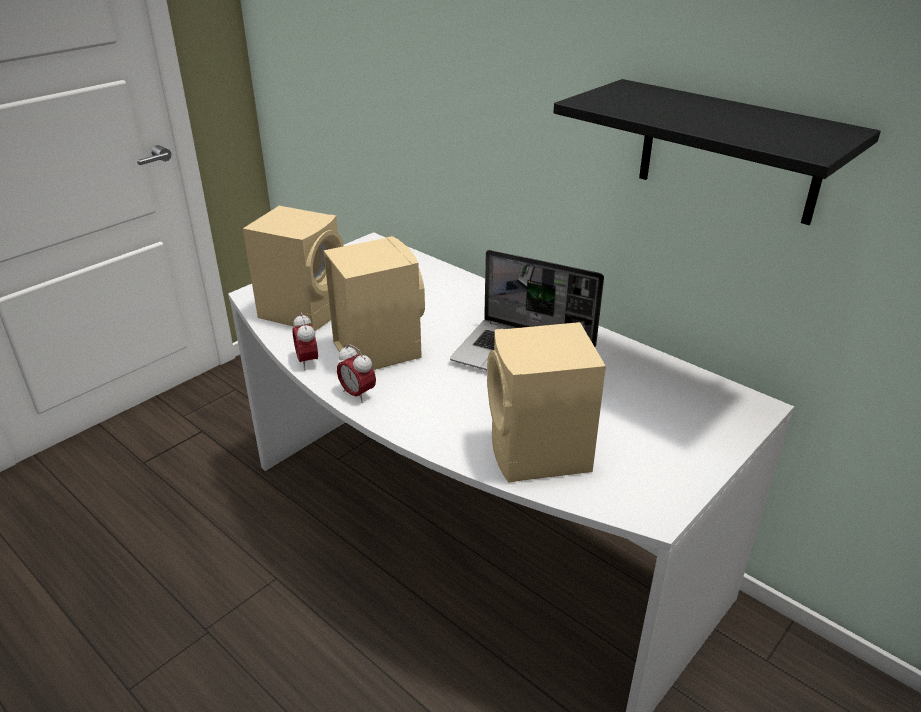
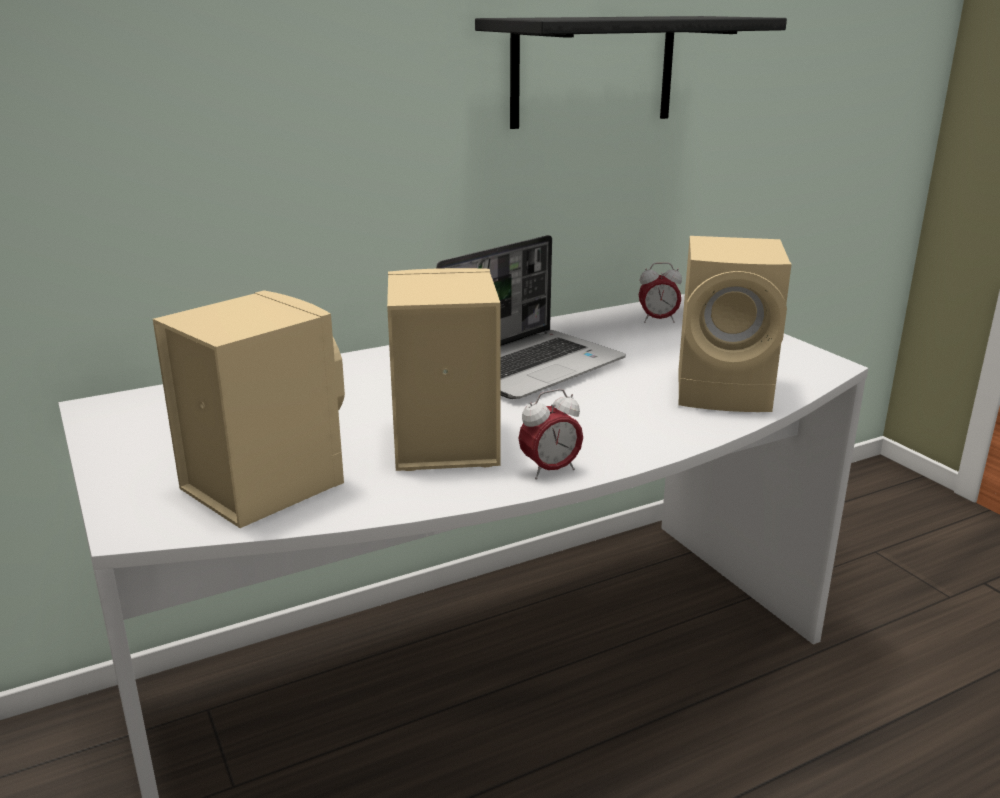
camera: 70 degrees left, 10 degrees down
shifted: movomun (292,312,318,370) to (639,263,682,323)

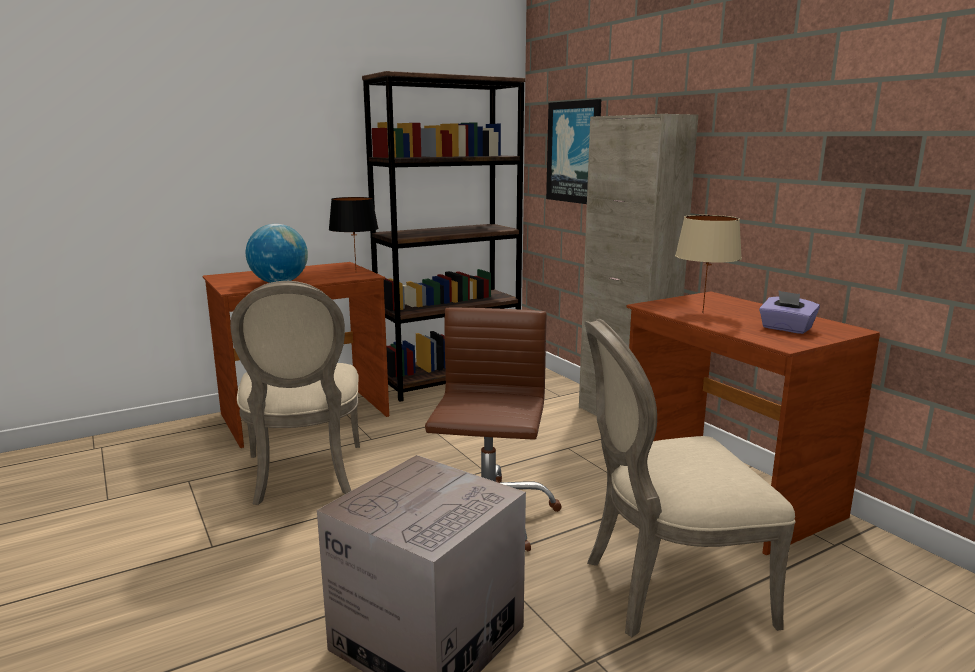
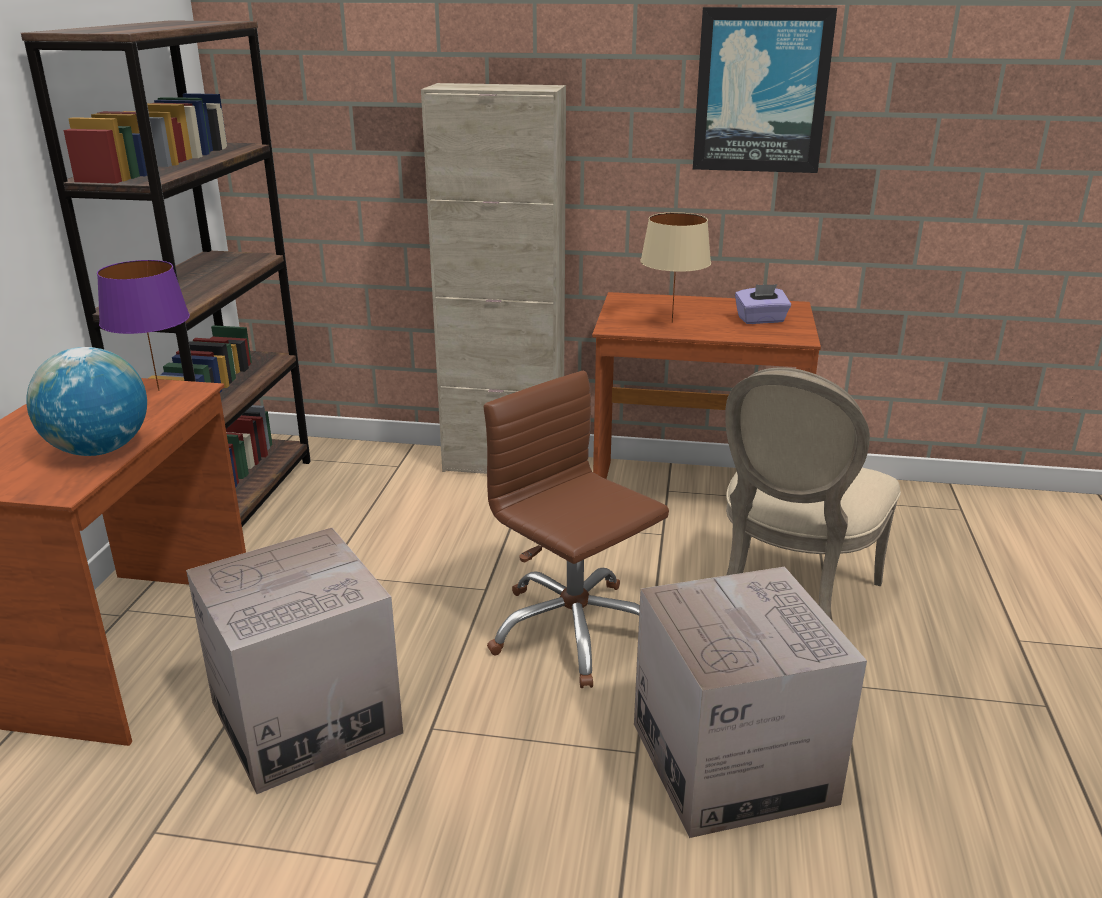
camera: 50 degrees left, 10 degrees up
shifted: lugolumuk (546,99,601,204) to (693,7,837,173)
swapped: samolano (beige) (230,281,360,505) to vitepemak (186,528,403,794)
repainted: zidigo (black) (329,197,378,268) to zidigo (purple) (97,260,190,391)

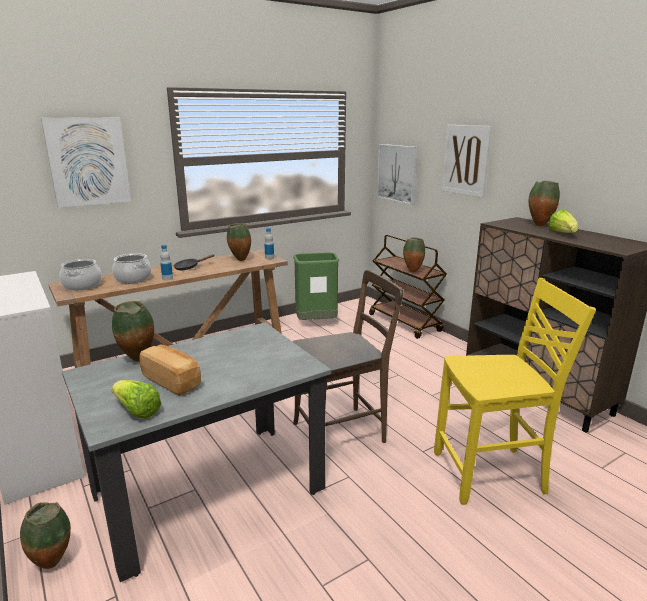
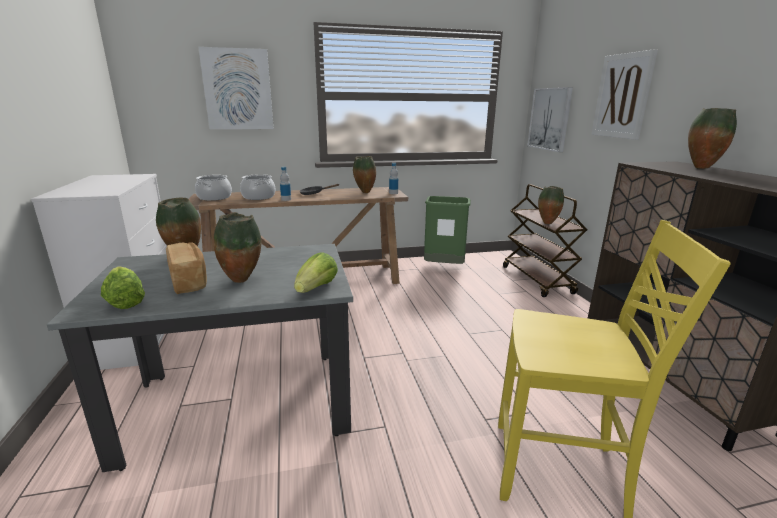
camera: 20 degrees right, 0 degrees up
gone: samolano (brown) (292,270,403,443)
shifted: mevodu (20,502,71,569) to (213,212,262,283); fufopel (548,210,578,233) to (294,252,338,293)

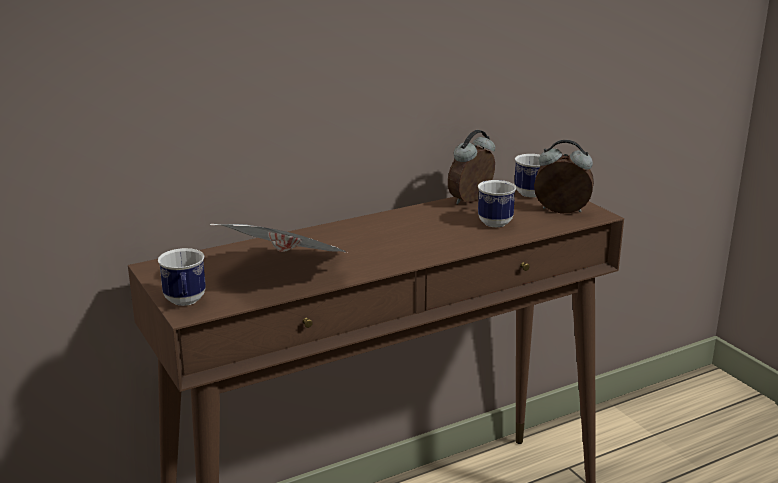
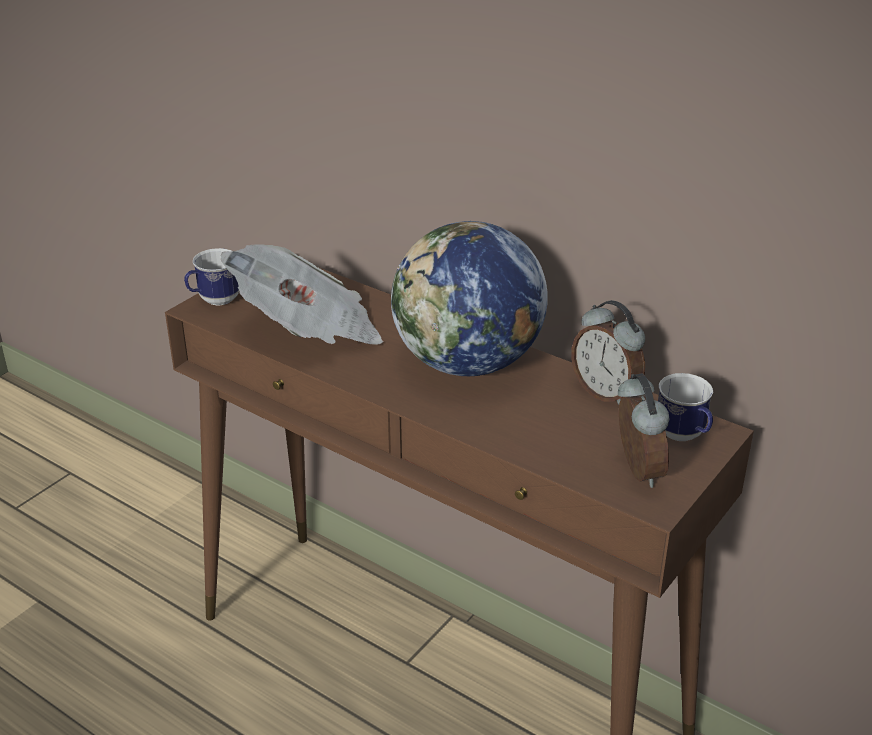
camera: 65 degrees right, 10 degrees up
gone: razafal (478,180,516,227)
new: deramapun (391,221,548,376)
rotated: movomun (448,130,495,204) = (571,300,645,404) 150 degrees counterclockwise

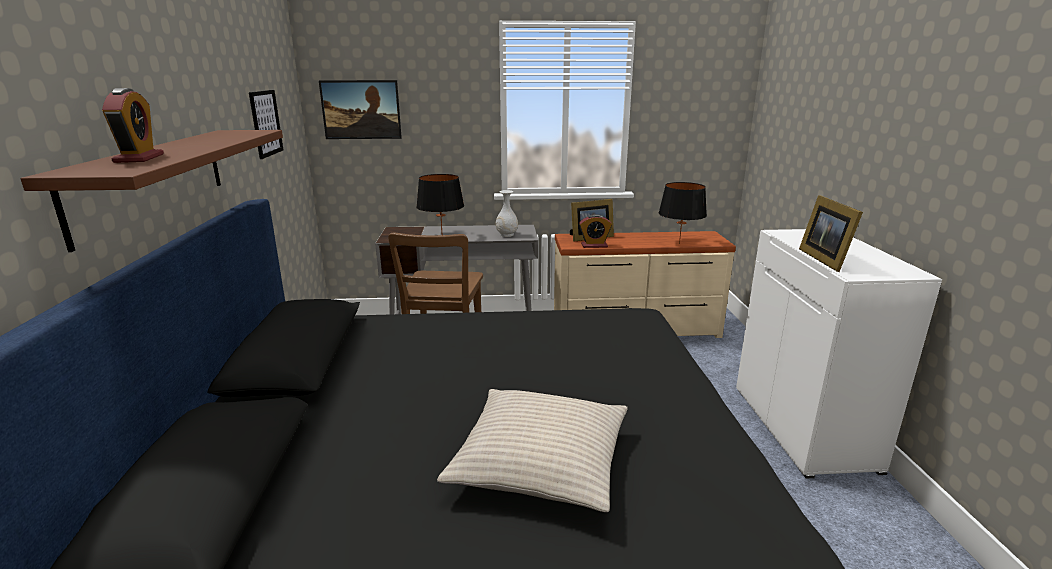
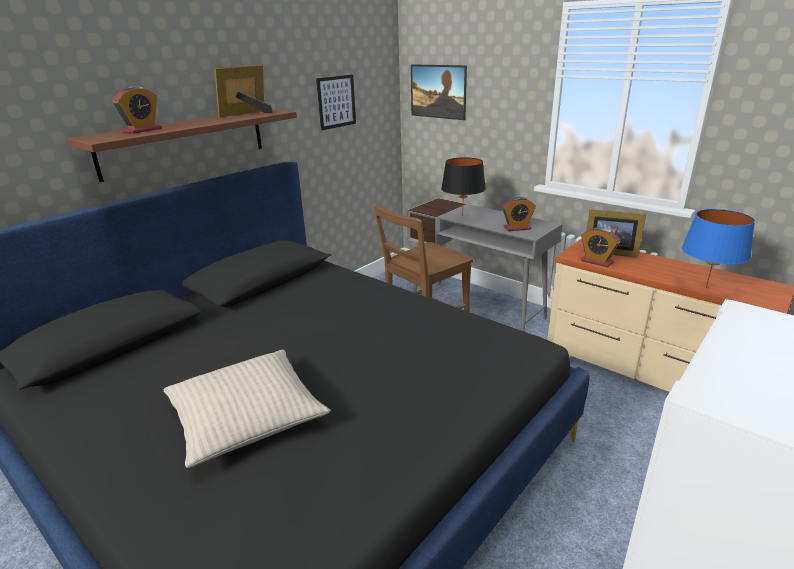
camera: 45 degrees right, 5 degrees up
shifted: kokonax (799,195,863,272) to (215,65,273,118)
swapped: mevodu (white) (496,190,518,237) to movomun (502,197,536,231)
repainted: zidigo (black) (659,182,707,244) to zidigo (blue) (682,209,755,288)

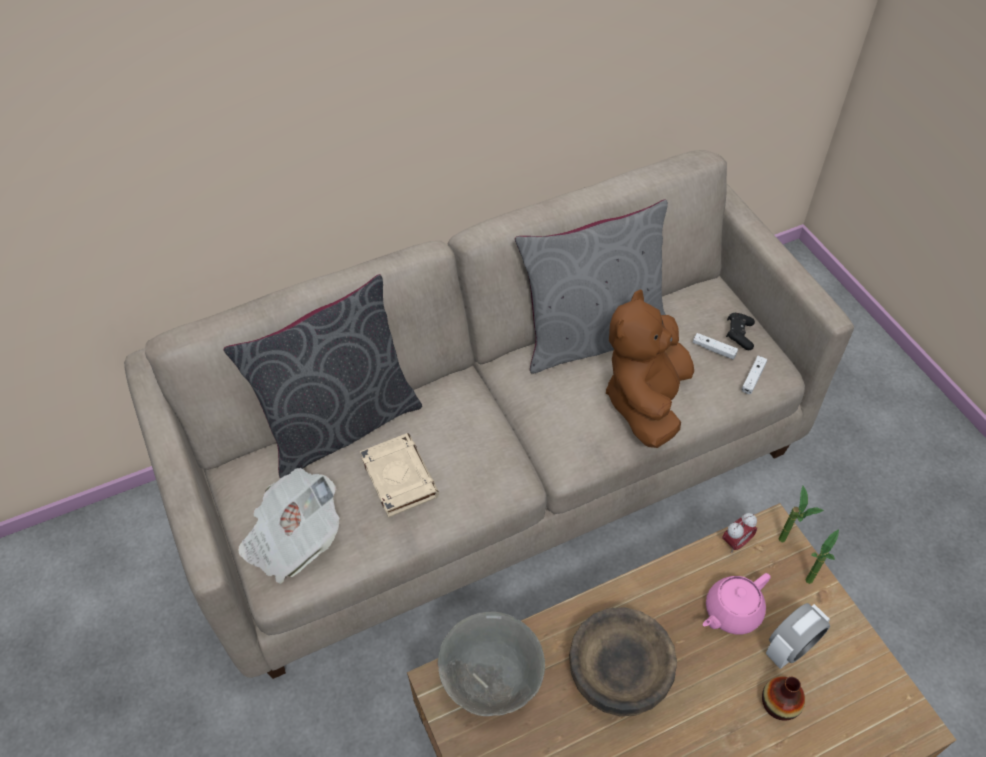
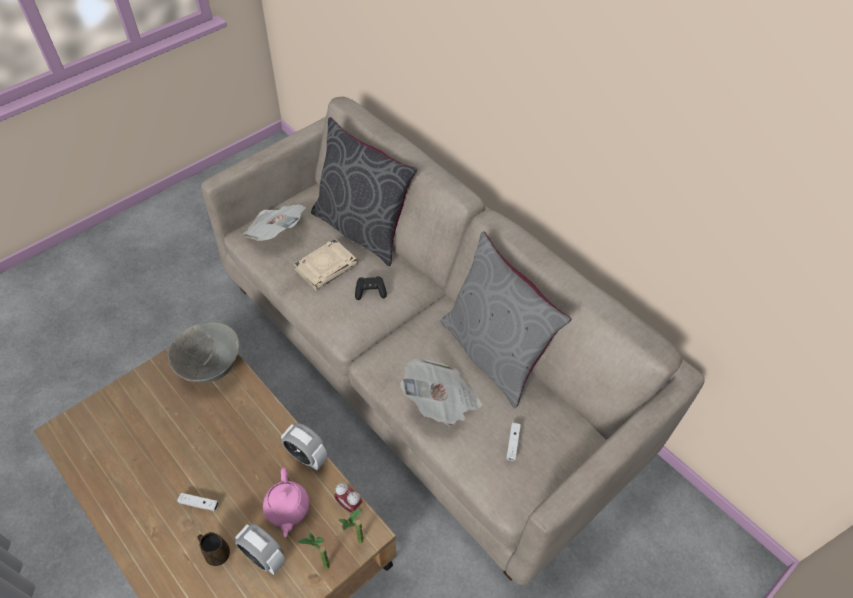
camera: 70 degrees right, 0 degrees up
gone: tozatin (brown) (569,607,677,716)
new: movomun (281,423,327,471)
shifted: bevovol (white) (742,356,767,394) to (177,493,218,511); bevovol (black) (726,313,755,350) to (355,276,387,300)
swapped: mevodu (762,677,805,721) to razafal (brown) (197,532,230,566); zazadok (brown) (606,289,694,448) to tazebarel (399,358,482,426)
rotated: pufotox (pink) (703,573,771,635) = (263,468,309,537) 135 degrees counterclockwise

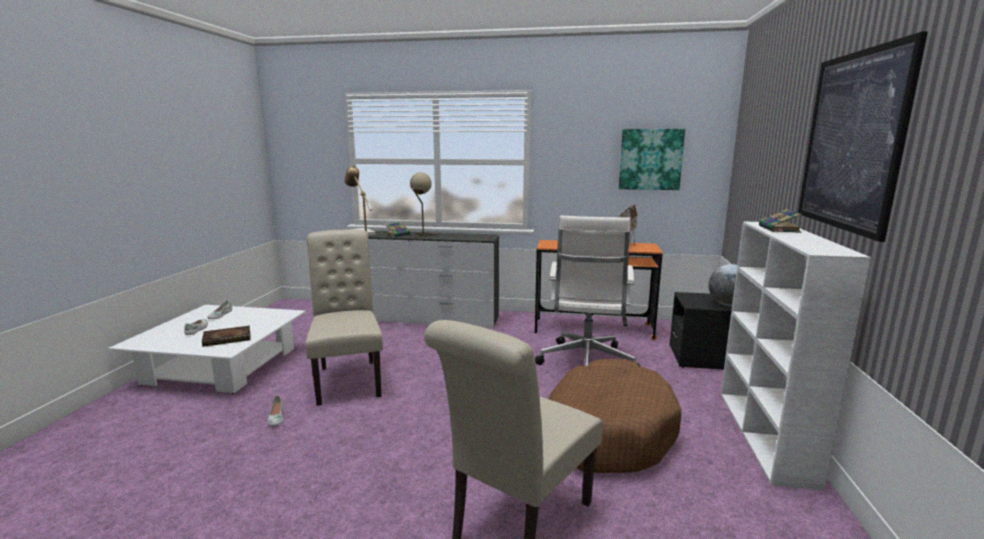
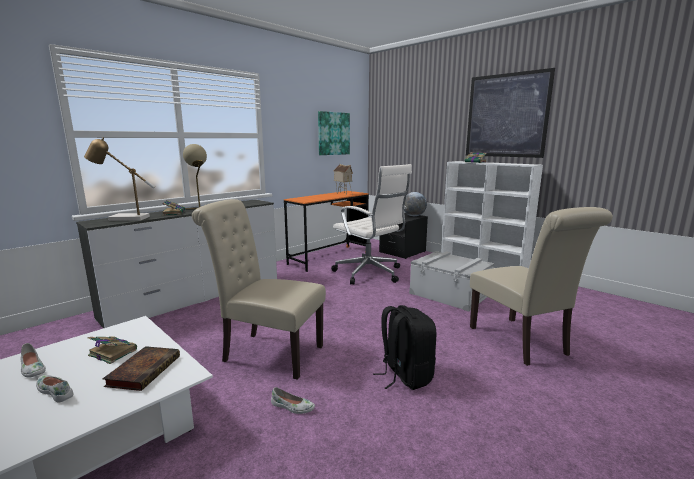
camera: 55 degrees left, 0 degrees up
new: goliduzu (88,336,137,364); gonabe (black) (373,305,436,390)
swapped: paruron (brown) (549,359,682,473) to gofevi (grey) (409,251,494,312)

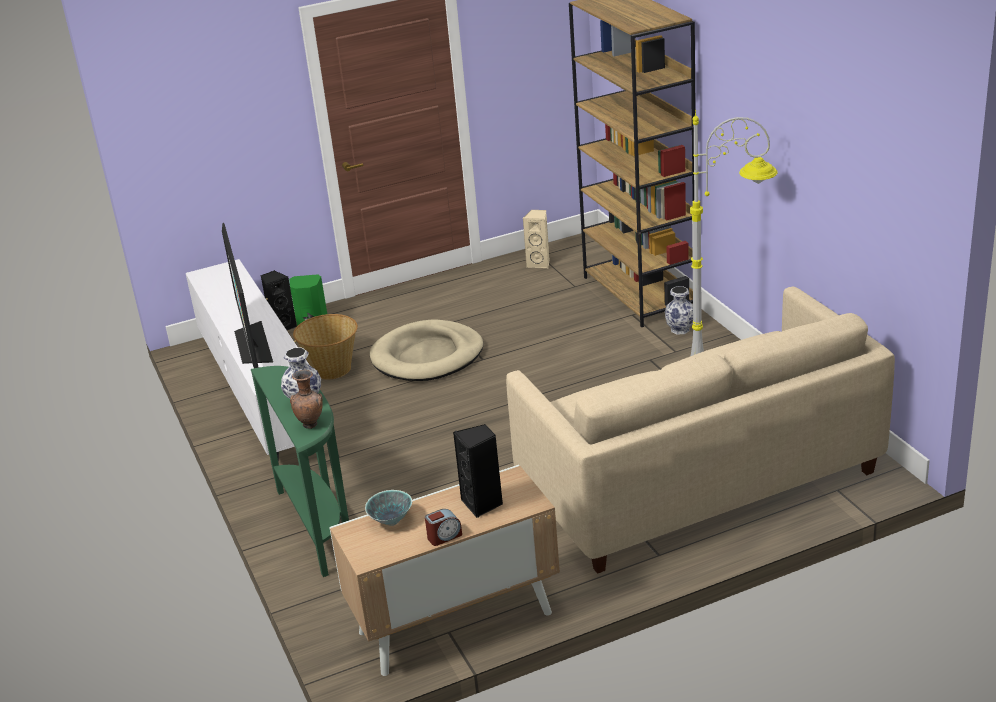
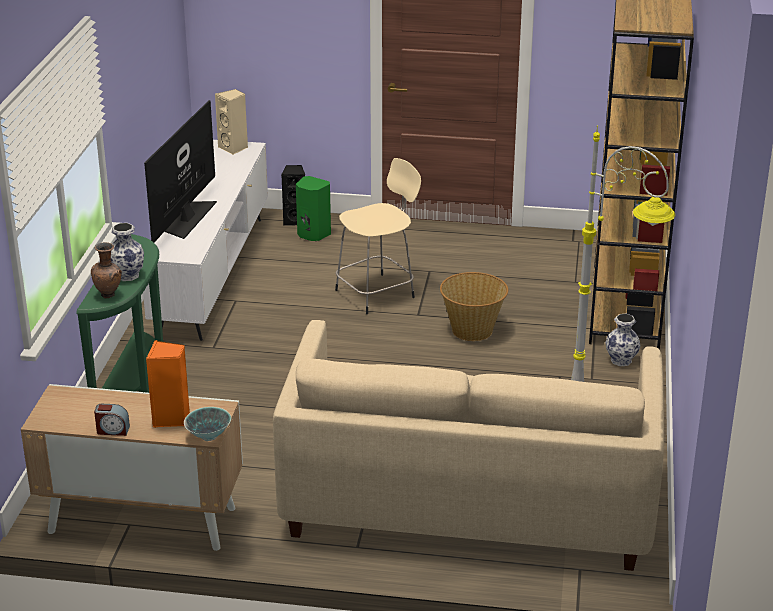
camera: 30 degrees right, 0 degrees up
shifted: tozatin (365,490,412,526) to (184,407,231,441); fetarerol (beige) (523,210,550,268) to (215,89,248,155); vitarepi (293,314,358,380) to (440,272,508,341)
swapped: paruron (beige) (370,320,483,381) to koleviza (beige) (335,158,421,314)
repainted: fetarerol (black) (453,424,503,518) to fetarerol (orange) (146,340,190,428)

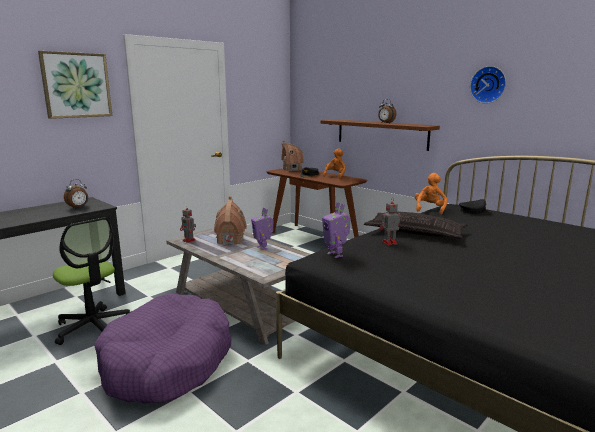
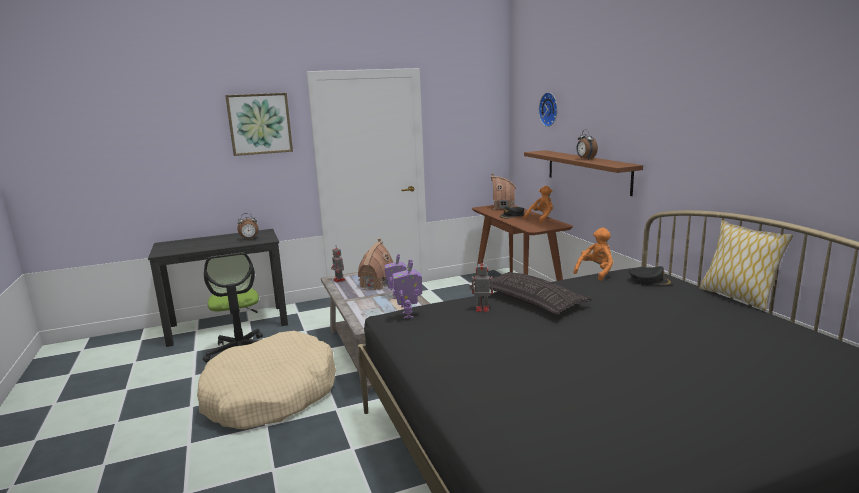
camera: 25 degrees right, 0 degrees up
new: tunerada (699,220,793,311)
shifted: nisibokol (470,66,506,104) to (539,92,558,127)
repainted: paruron (purple) (94,293,232,404) to paruron (beige) (197,331,336,429)

